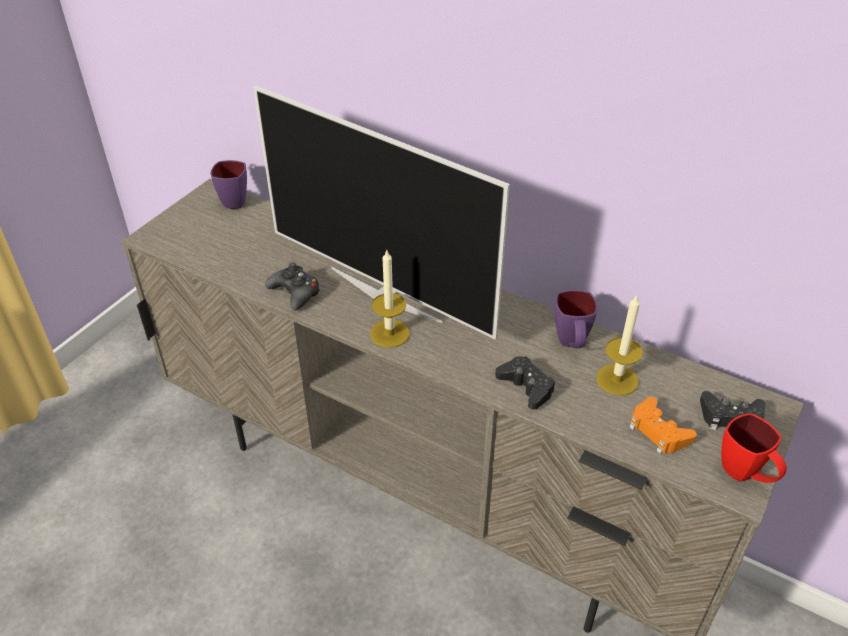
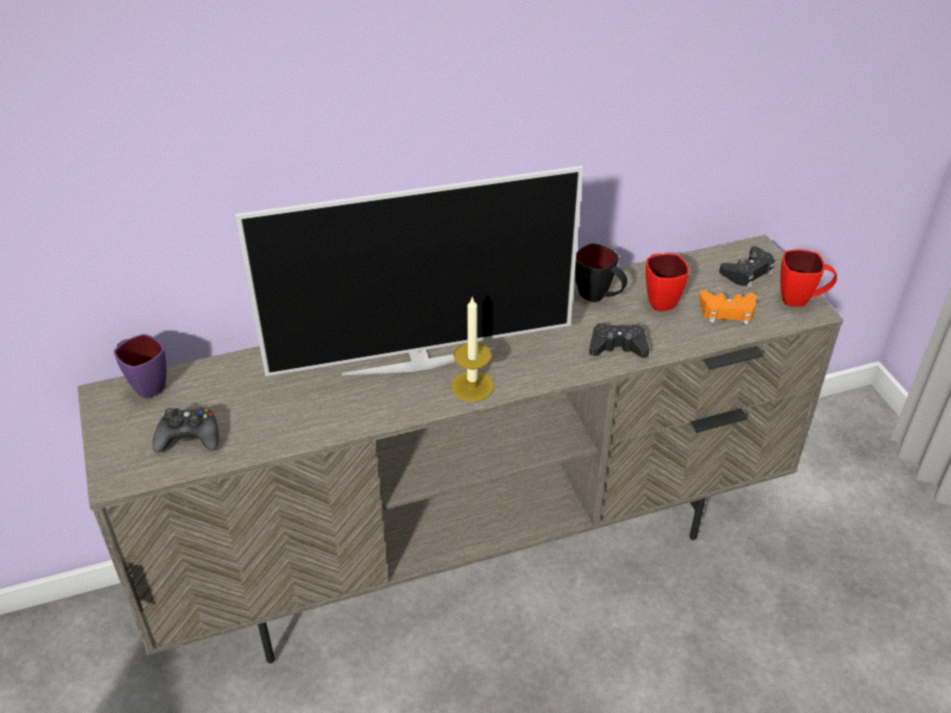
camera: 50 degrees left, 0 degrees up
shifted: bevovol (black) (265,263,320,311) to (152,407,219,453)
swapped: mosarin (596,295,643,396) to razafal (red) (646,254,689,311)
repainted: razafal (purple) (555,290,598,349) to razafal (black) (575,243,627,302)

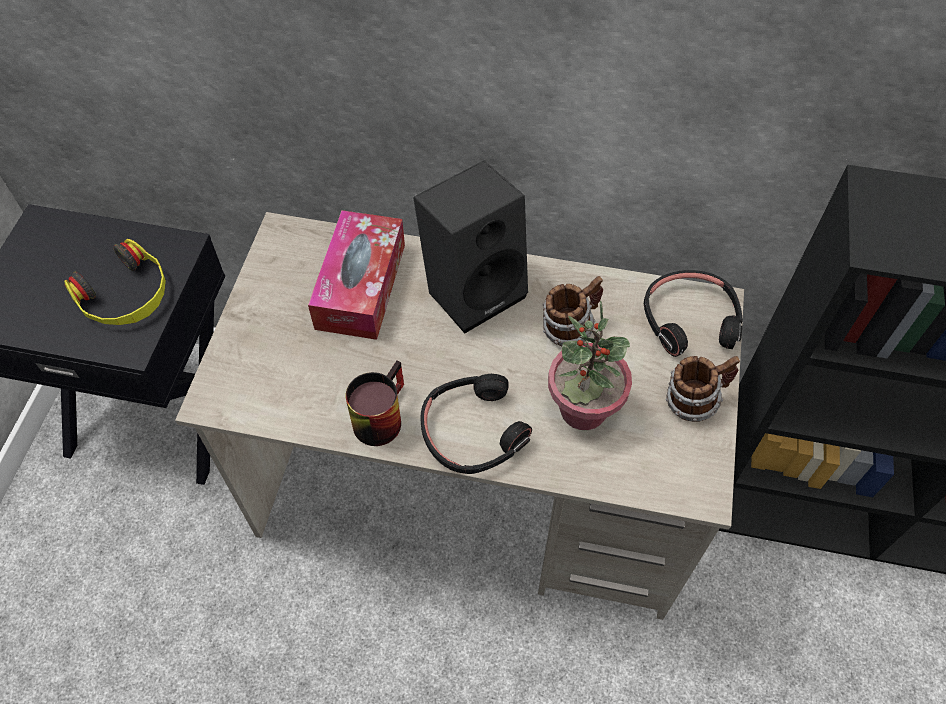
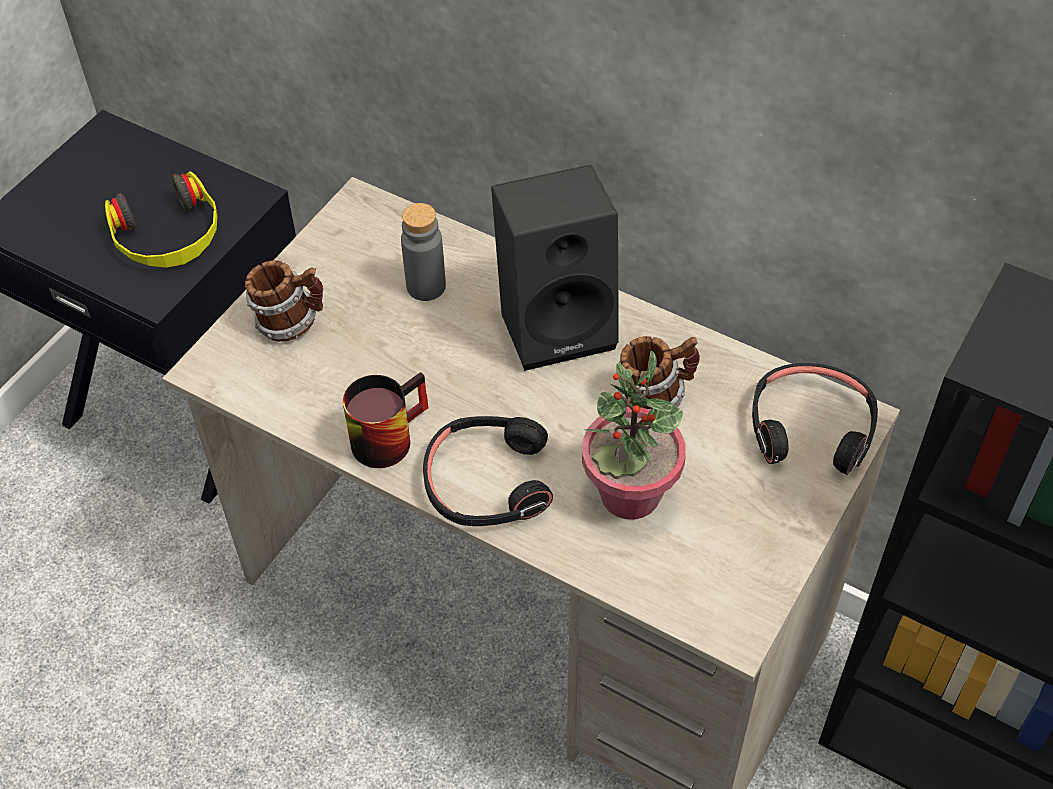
camera: 20 degrees right, 5 degrees down
shifted: razafal (666,356,740,422) to (245,260,323,342)
swapped: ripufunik (308,210,405,340) to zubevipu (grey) (401,203,446,301)

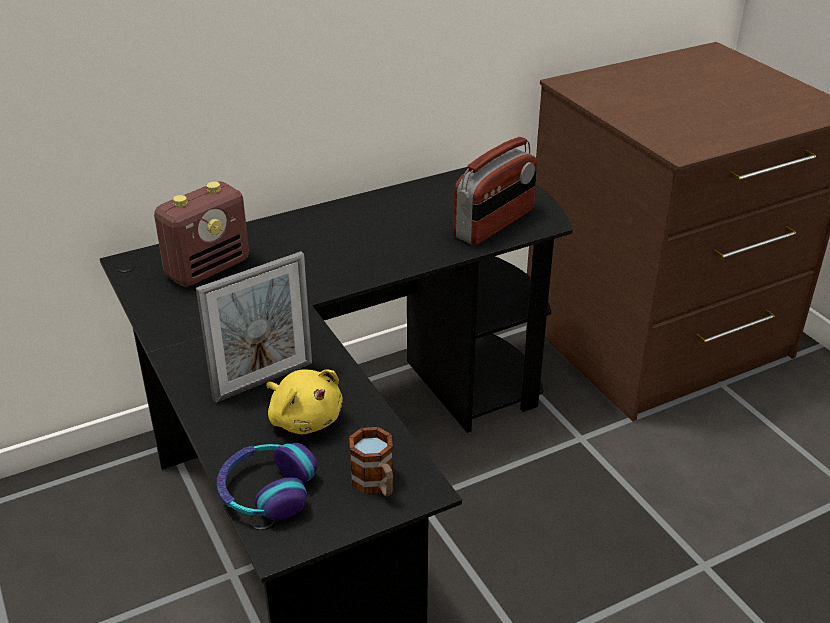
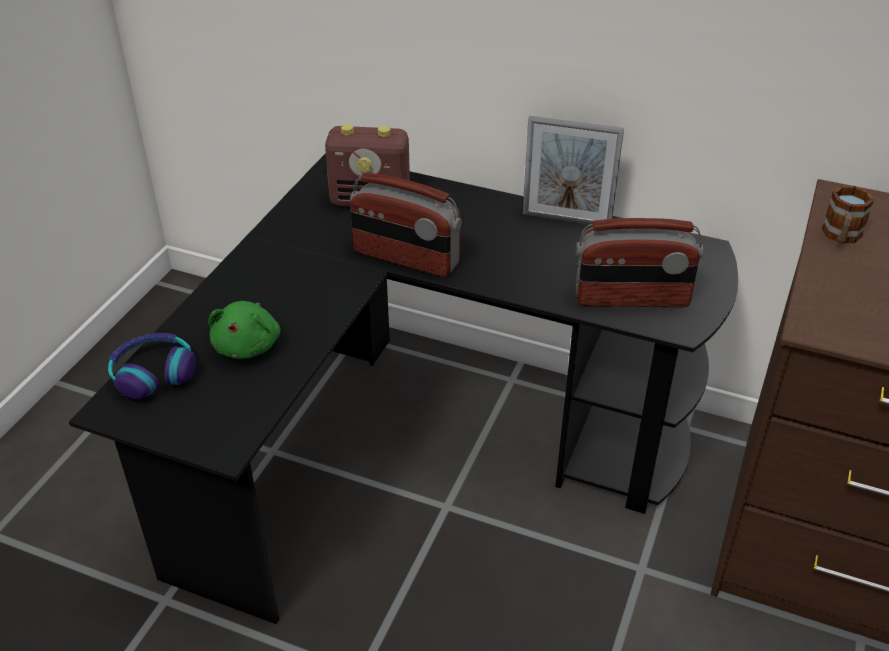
camera: 50 degrees right, 5 degrees up
new: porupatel (350,172,462,277)
shifted: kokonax (196,251,312,403) to (523,116,624,224); razafal (349,427,393,497) to (822,186,874,244)
repainted: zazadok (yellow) (266,369,343,434) to zazadok (green) (208,301,280,359)

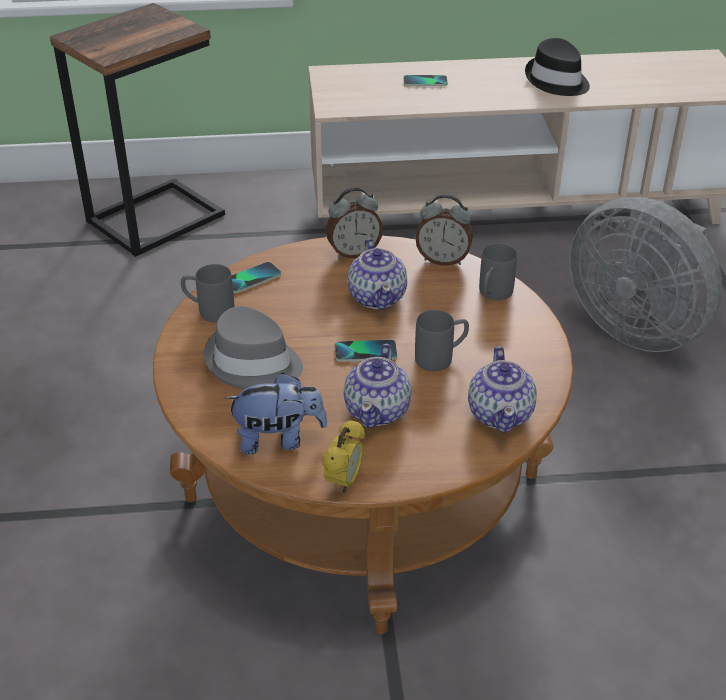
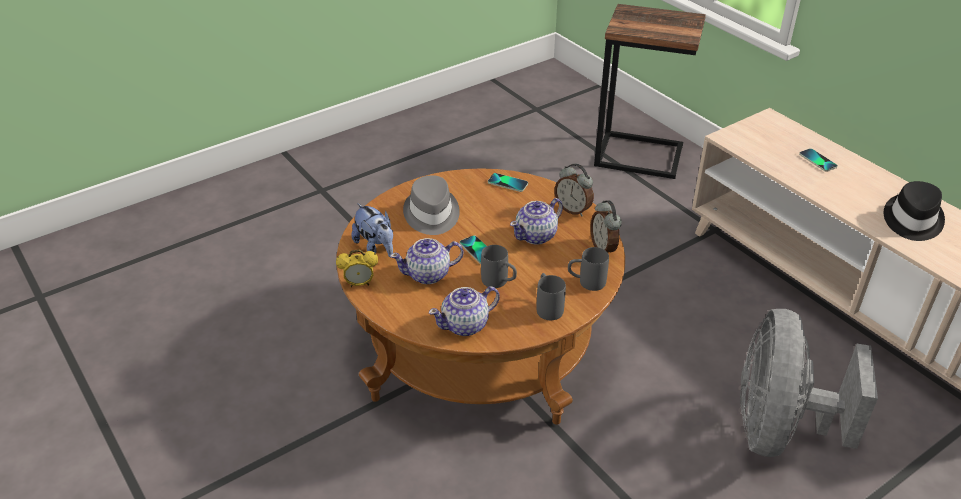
camera: 60 degrees right, 0 degrees up
shifted: razafal (grey) (181,264,235,323) to (536,273,566,320)

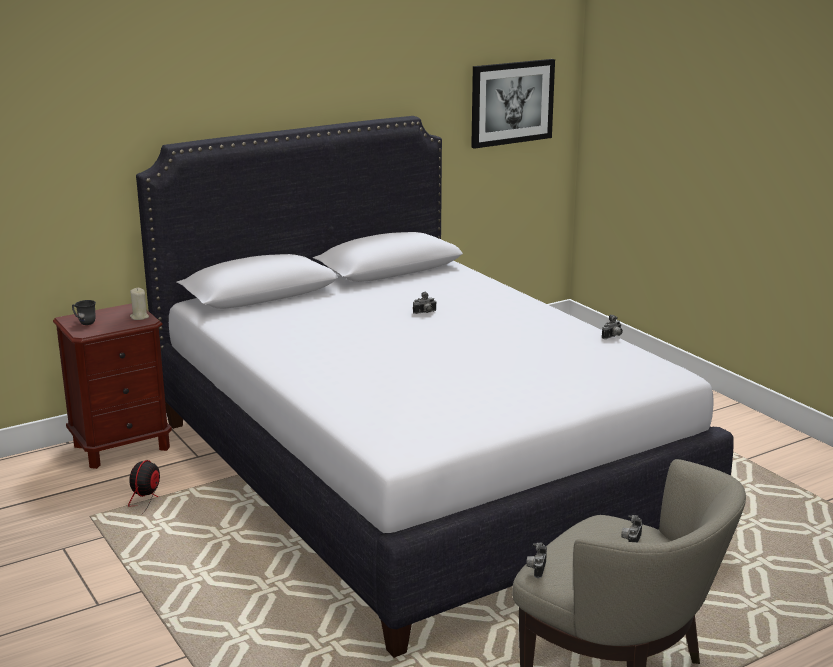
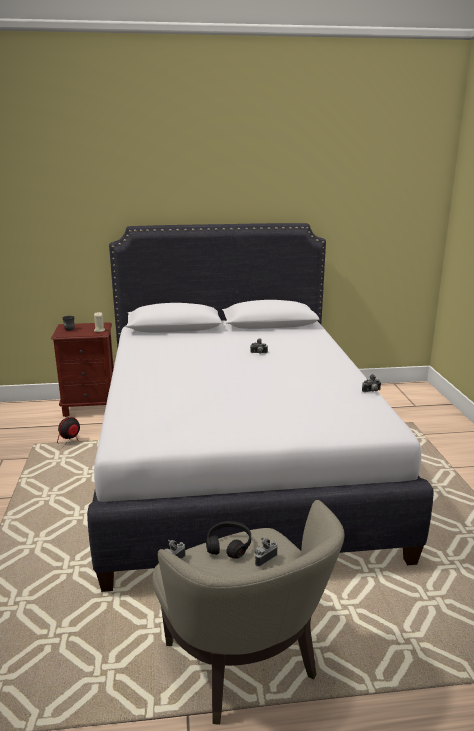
camera: 25 degrees right, 0 degrees up
gone: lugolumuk (471,59,555,149)
new: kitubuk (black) (206,521,251,559)

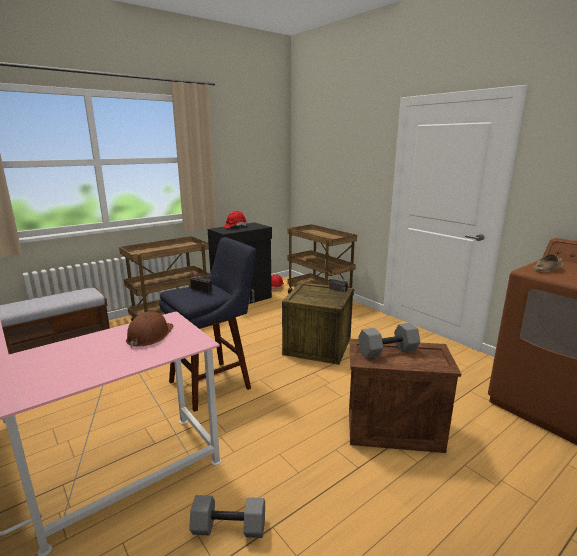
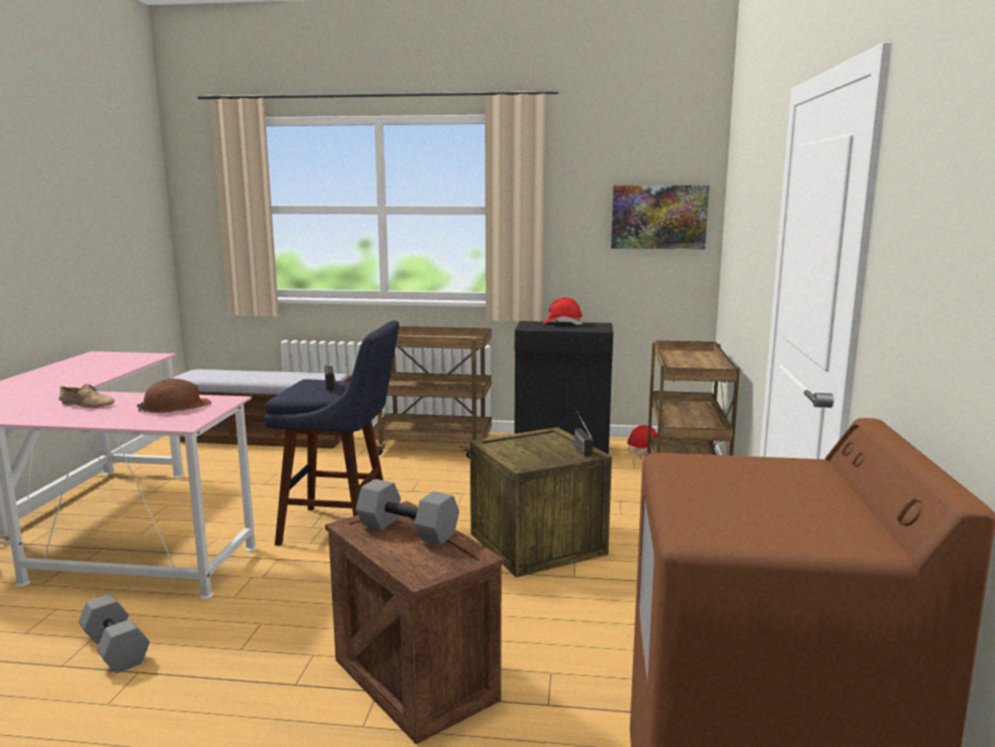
camera: 45 degrees right, 5 degrees down
new: lugolumuk (611,185,709,249)
shifted: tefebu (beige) (534,254,563,272) to (59,384,115,408)

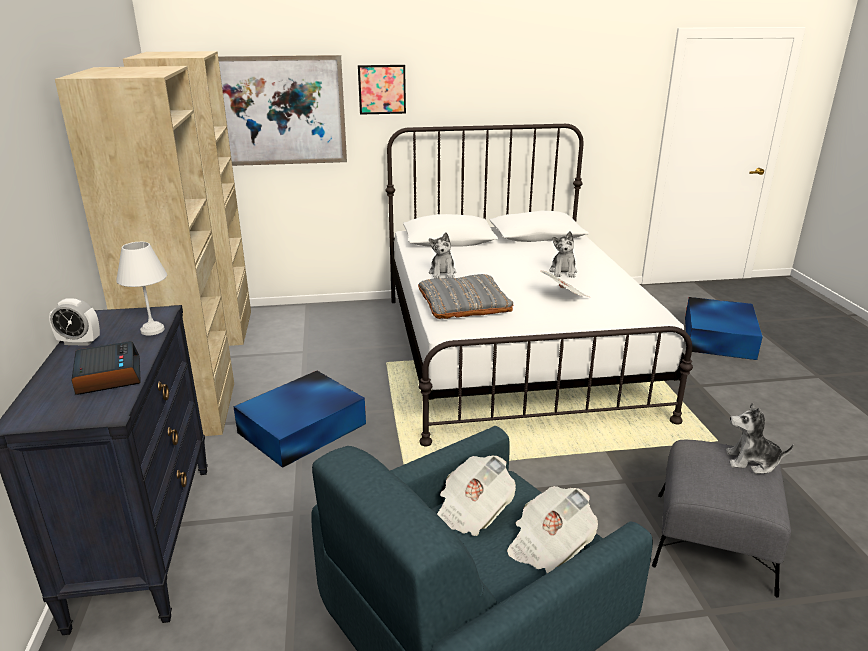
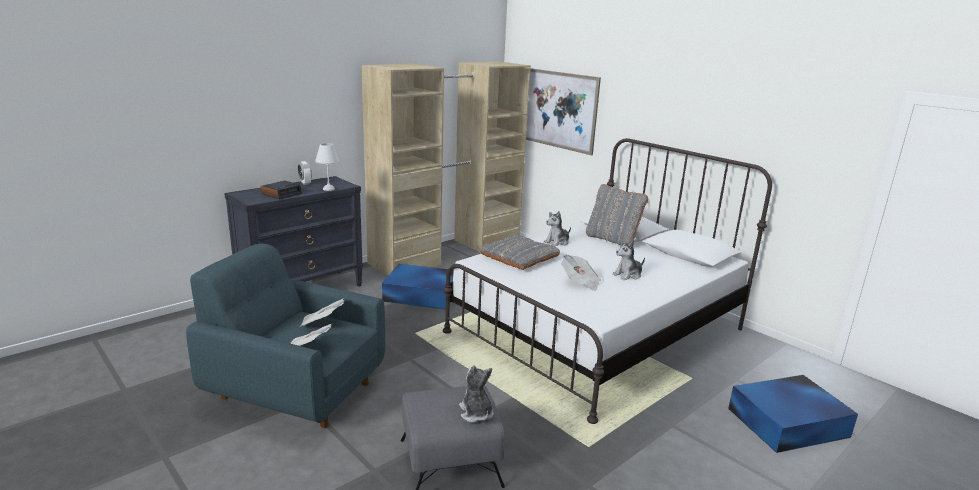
camera: 55 degrees right, 5 degrees down
gone: lugolumuk (358,65,406,115)
new: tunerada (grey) (586,184,648,245)

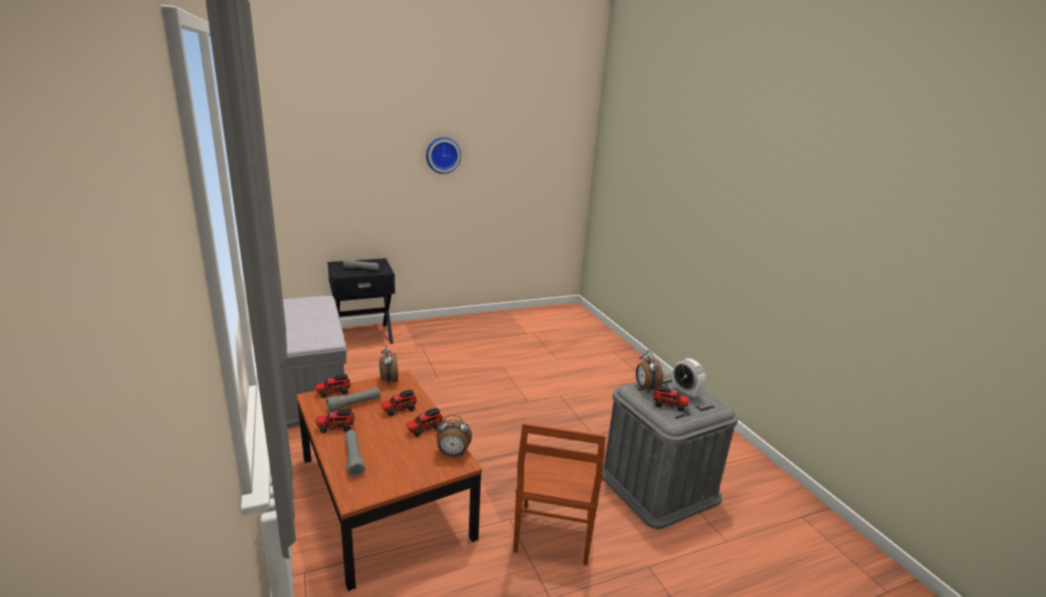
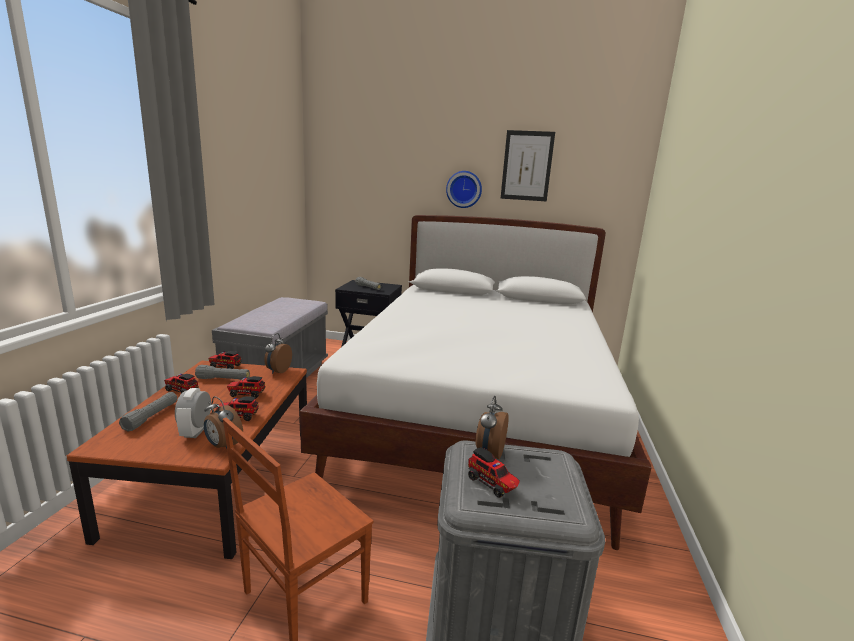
camera: 35 degrees right, 5 degrees down
new: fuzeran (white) (300,215,652,550); lugolumuk (501,130,555,201)
shifted: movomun (672,358,706,398) to (175,388,211,438)

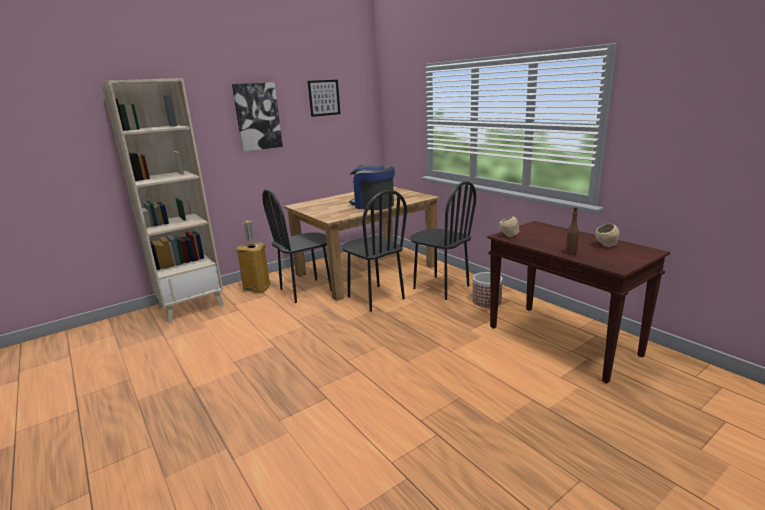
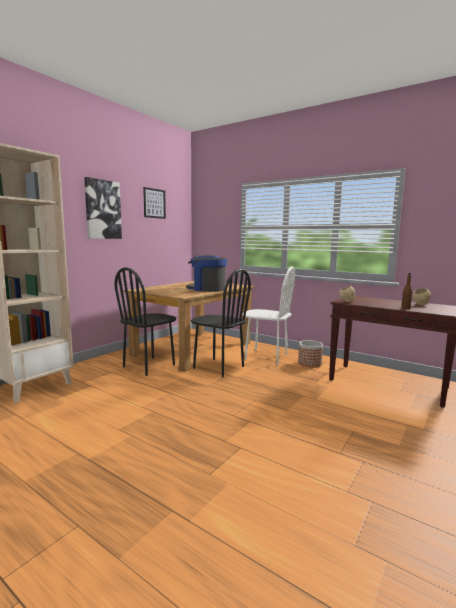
camera: 20 degrees left, 10 degrees down
gone: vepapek (236,221,271,293)
repainted: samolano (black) (409,181,476,300) to samolano (white) (242,267,295,365)

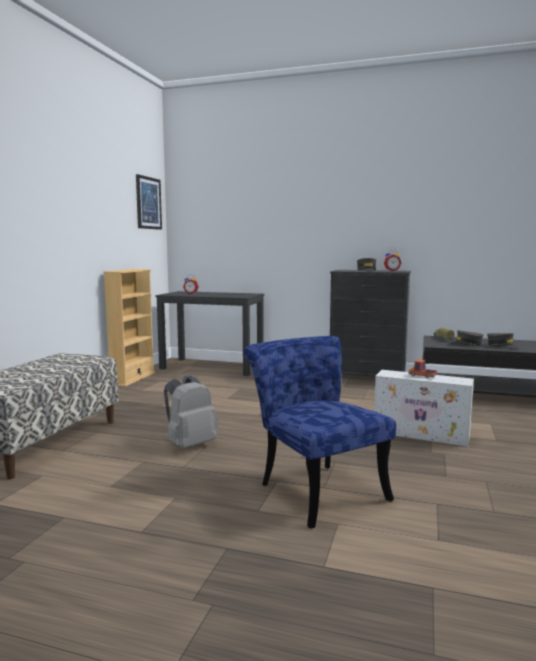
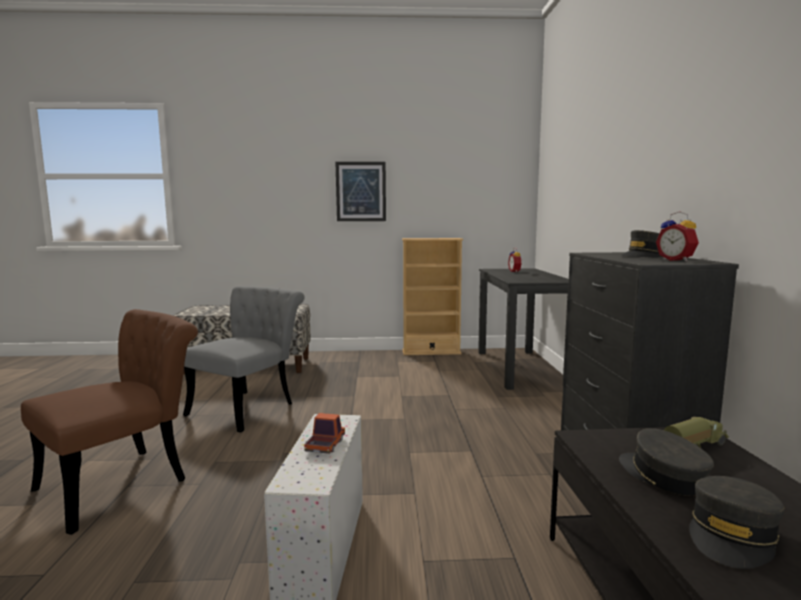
camera: 70 degrees right, 0 degrees up
shifted: lugolumuk (136,174,162,230) to (336,162,386,221)
swapped: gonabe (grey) (164,376,219,448) to samolano (grey) (183,286,305,433)
repainted: samolano (blue) (244,336,396,529) to samolano (brown) (21,309,198,535)

